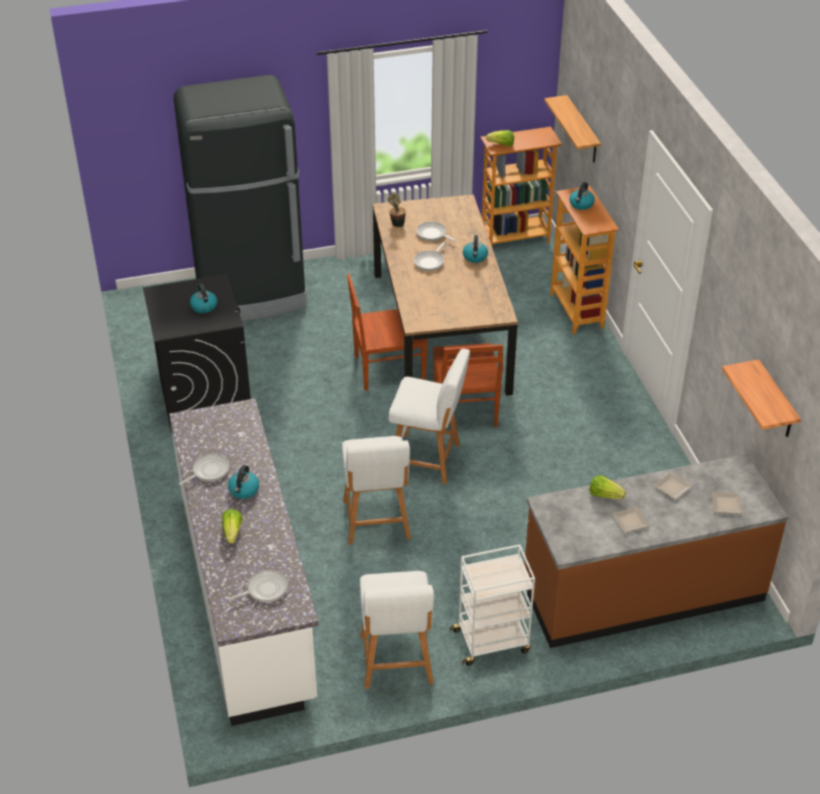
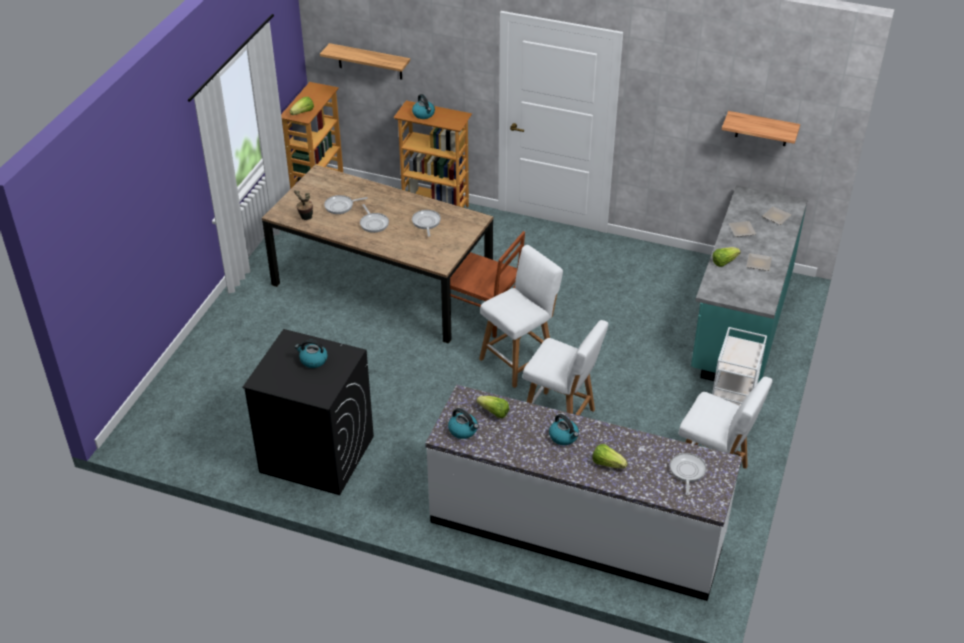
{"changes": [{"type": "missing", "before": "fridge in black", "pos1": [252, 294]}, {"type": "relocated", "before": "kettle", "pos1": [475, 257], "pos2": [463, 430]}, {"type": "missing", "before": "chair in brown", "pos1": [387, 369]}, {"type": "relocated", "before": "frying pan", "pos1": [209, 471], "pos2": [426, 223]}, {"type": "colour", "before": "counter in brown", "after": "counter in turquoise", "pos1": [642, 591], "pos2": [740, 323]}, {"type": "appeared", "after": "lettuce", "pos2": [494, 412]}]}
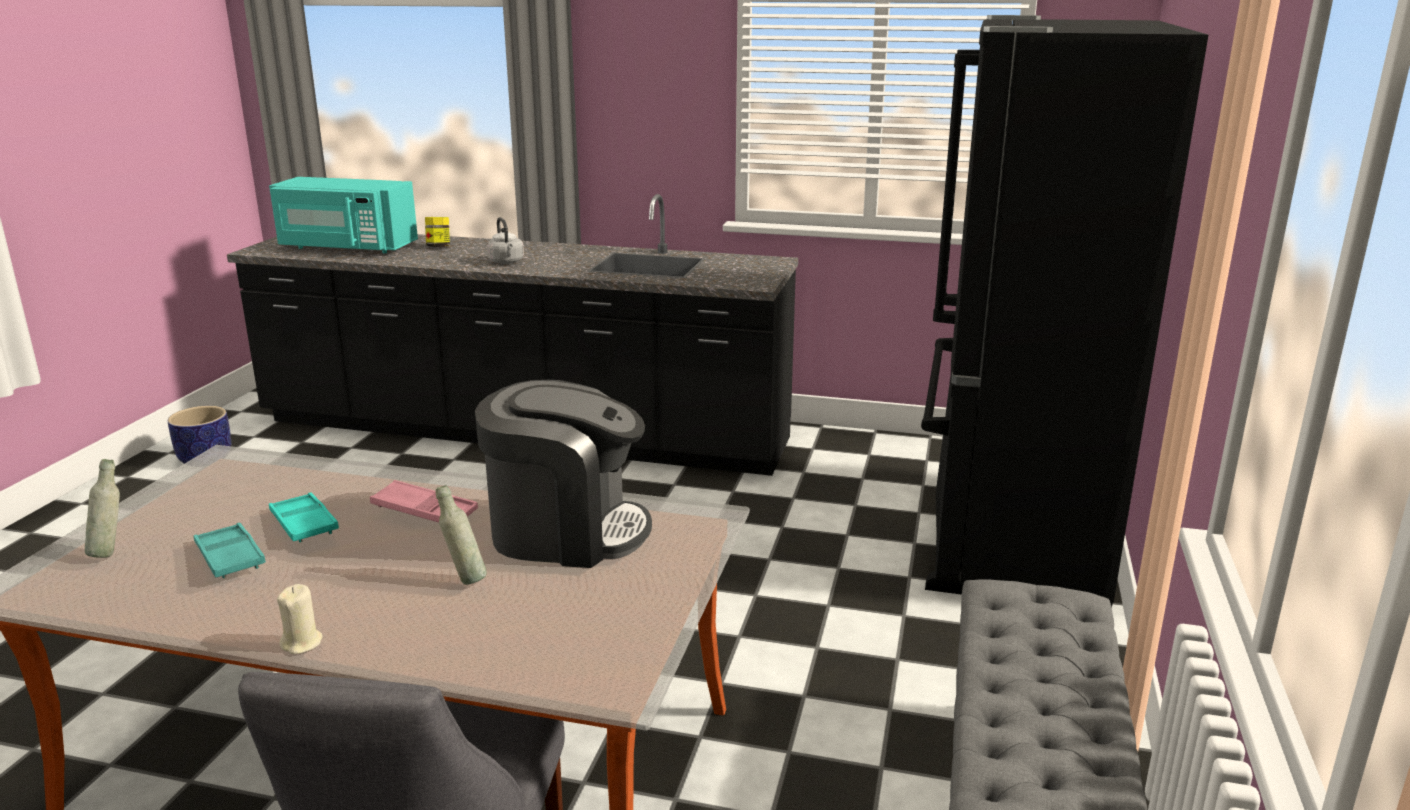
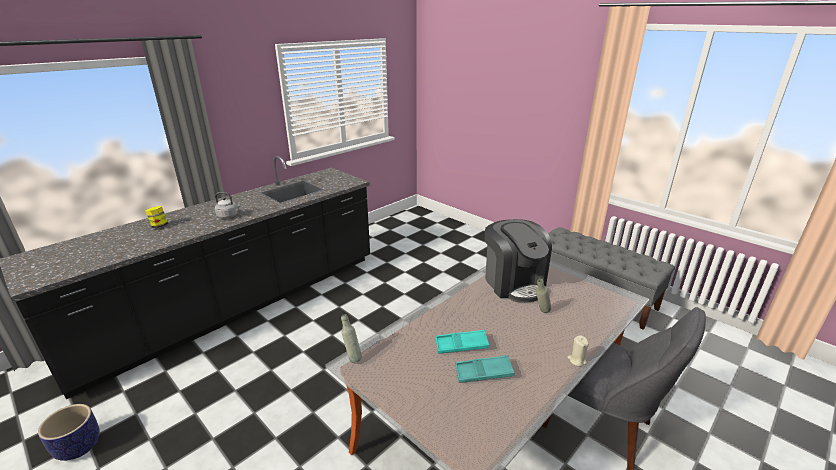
{"changes": [{"type": "missing", "before": "fridge in black", "pos1": [1008, 536]}, {"type": "missing", "before": "microwave in turquoise", "pos1": [346, 247]}, {"type": "spun", "before": "coffee machine", "pos1": [566, 532], "pos2": [514, 283], "turn": 120}, {"type": "relocated", "before": "bottle in grey", "pos1": [111, 552], "pos2": [352, 357]}, {"type": "missing", "before": "tray in pink", "pos1": [425, 511]}]}
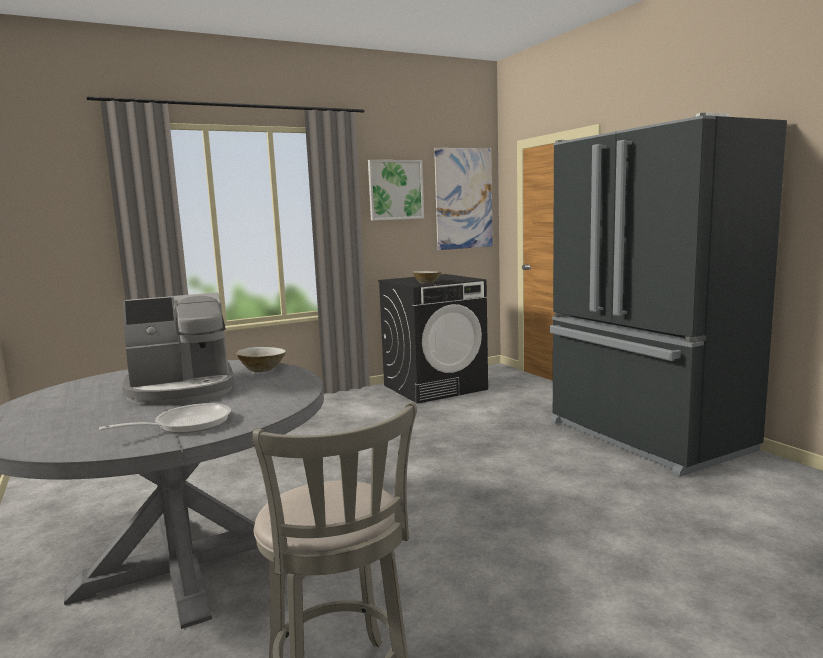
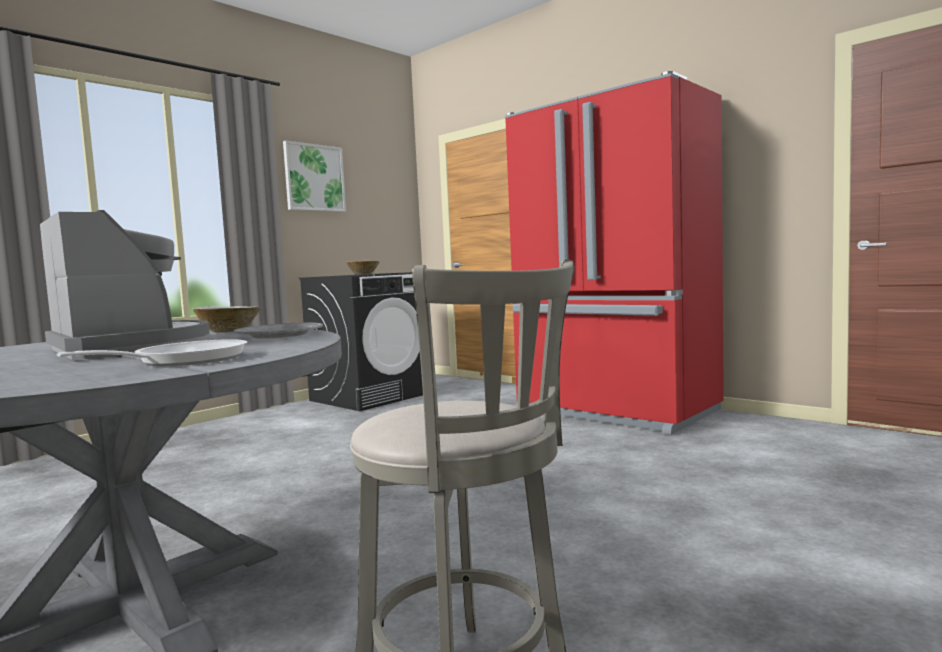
{"changes": [{"type": "colour", "before": "fridge in black", "after": "fridge in red", "pos1": [645, 437], "pos2": [615, 411]}, {"type": "missing", "before": "picture", "pos1": [464, 199]}, {"type": "spun", "before": "coffee machine", "pos1": [182, 390], "pos2": [131, 347], "turn": -90}, {"type": "appeared", "after": "plate in grey", "pos2": [280, 335]}]}
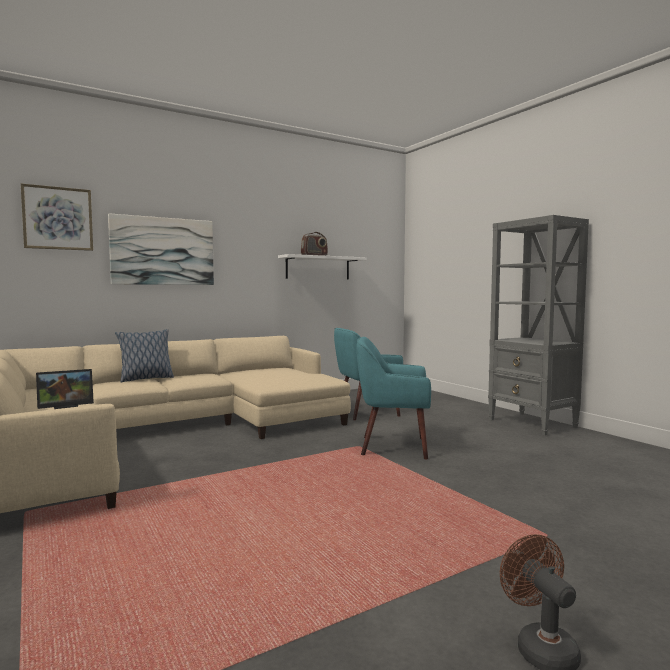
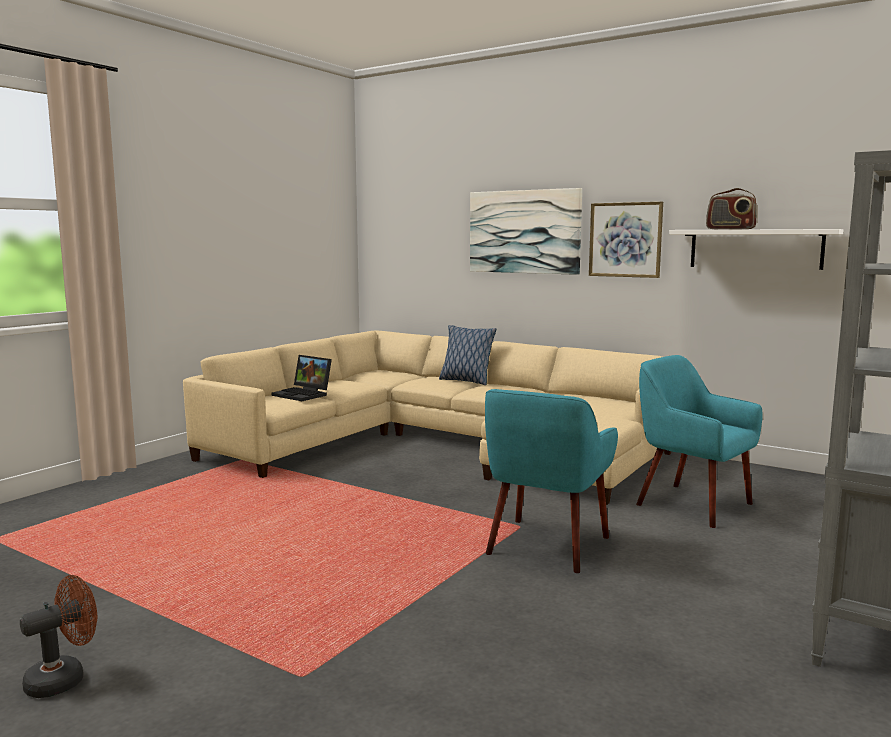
{"changes": [{"type": "relocated", "before": "picture", "pos1": [58, 218], "pos2": [625, 240]}, {"type": "spun", "before": "armchair in turquoise", "pos1": [392, 447], "pos2": [546, 545], "turn": -135}]}
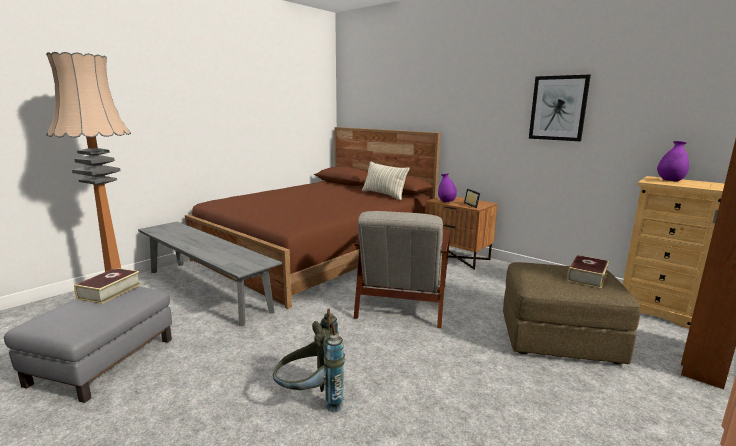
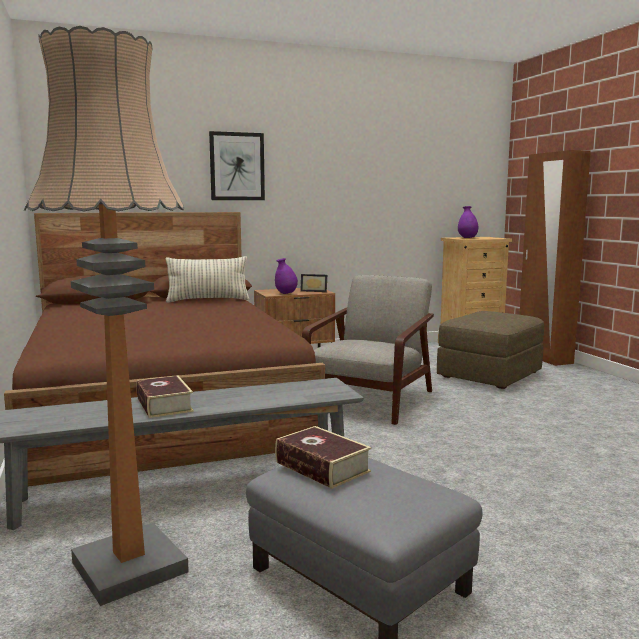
{"changes": [{"type": "relocated", "before": "picture", "pos1": [558, 108], "pos2": [237, 166]}, {"type": "spun", "before": "armchair in grey", "pos1": [402, 301], "pos2": [371, 399], "turn": -105}, {"type": "relocated", "before": "book", "pos1": [587, 277], "pos2": [164, 405]}, {"type": "missing", "before": "backpack in grey", "pos1": [311, 399]}]}
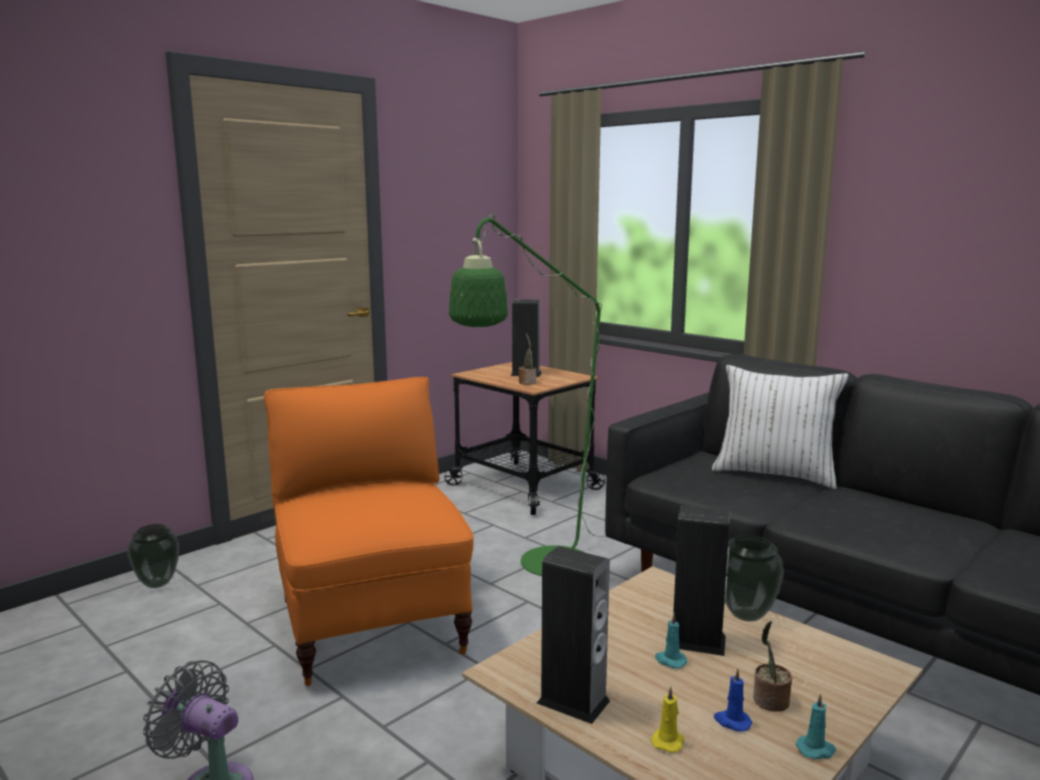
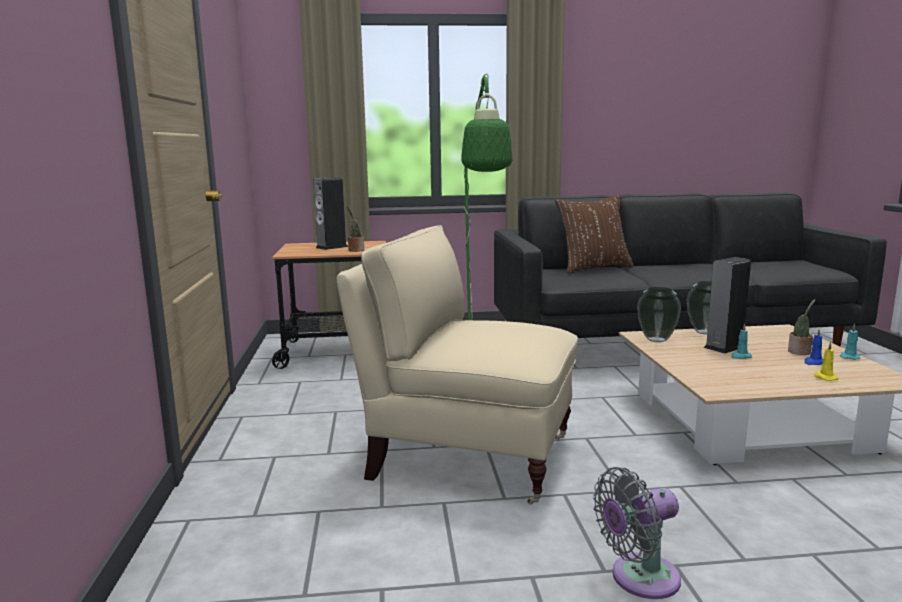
{"changes": [{"type": "colour", "before": "pillow in white", "after": "pillow in brown", "pos1": [774, 474], "pos2": [593, 268]}, {"type": "colour", "before": "armchair in orange", "after": "armchair in beige", "pos1": [371, 622], "pos2": [466, 456]}, {"type": "relocated", "before": "vase", "pos1": [156, 584], "pos2": [656, 340]}, {"type": "missing", "before": "speaker", "pos1": [573, 702]}]}
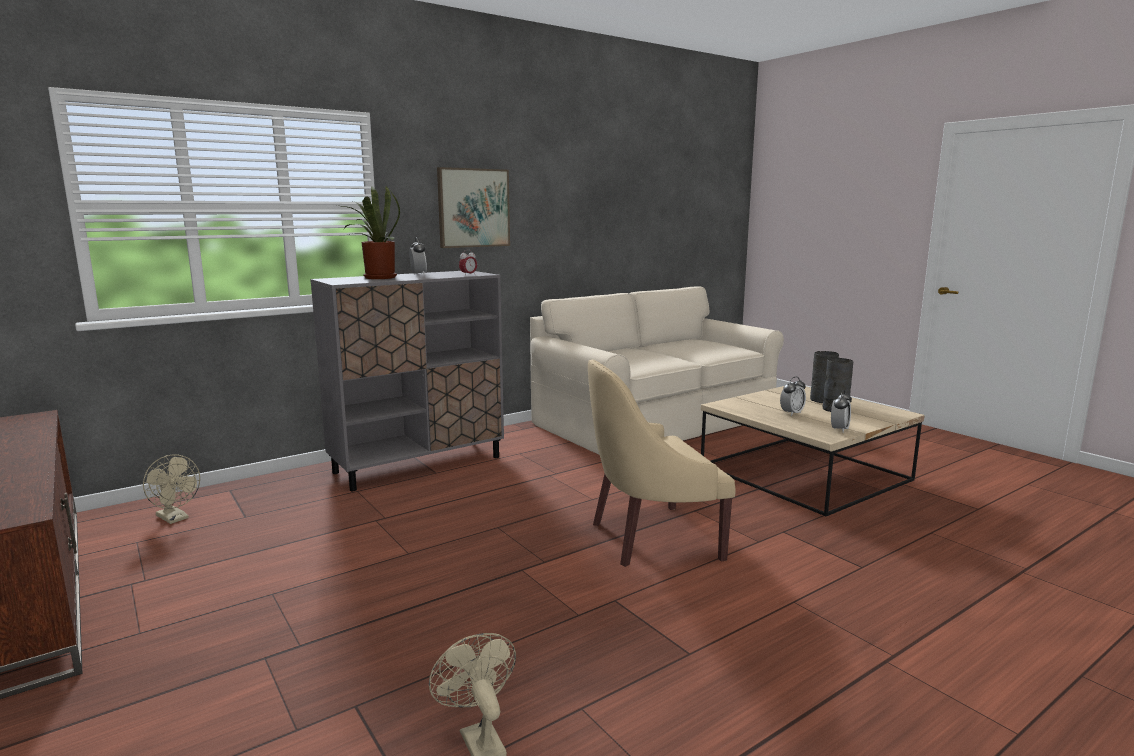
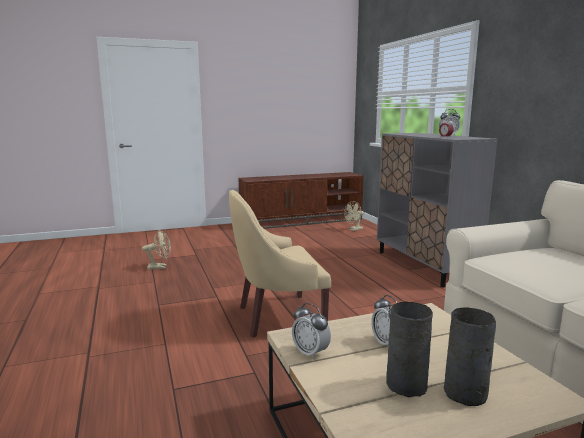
{"changes": [{"type": "missing", "before": "picture", "pos1": [473, 208]}, {"type": "missing", "before": "potted plant", "pos1": [376, 278]}, {"type": "spun", "before": "armchair in beige", "pos1": [651, 537], "pos2": [278, 317], "turn": -105}]}
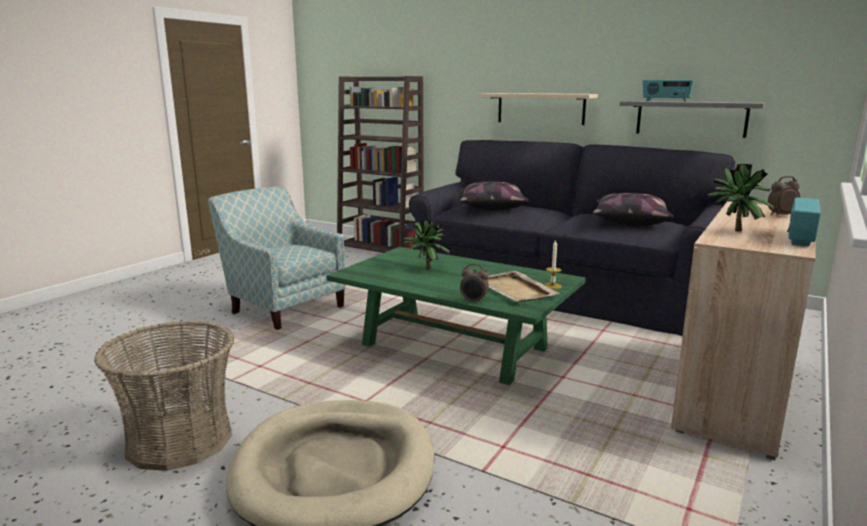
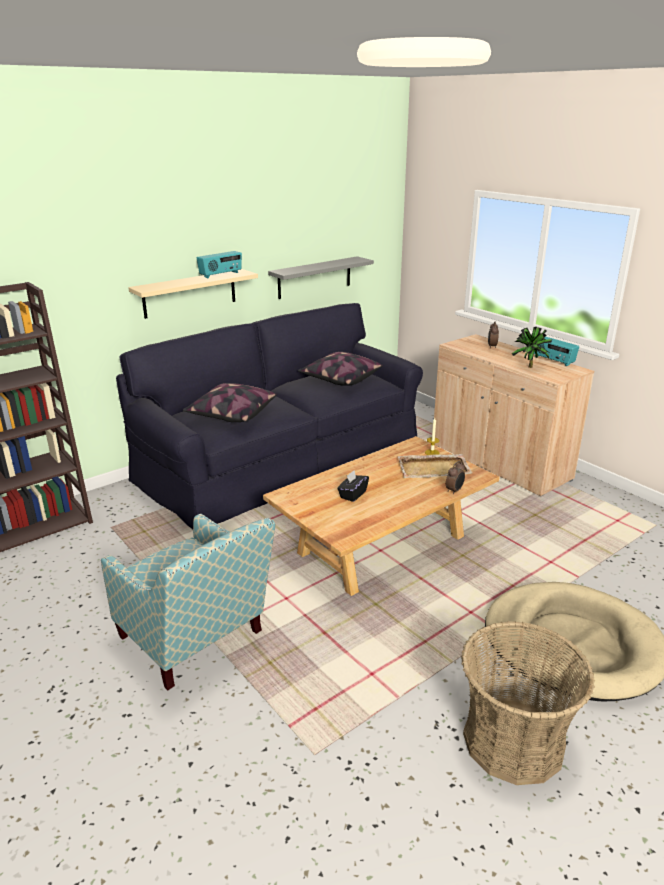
{"changes": [{"type": "relocated", "before": "radio", "pos1": [666, 101], "pos2": [221, 275]}, {"type": "spun", "before": "armchair", "pos1": [283, 307], "pos2": [197, 642], "turn": -105}, {"type": "exchanged", "before": "potted plant", "after": "tissue box in black", "pos1": [425, 268], "pos2": [352, 494]}, {"type": "colour", "before": "coffee table in green", "after": "coffee table in beige", "pos1": [454, 347], "pos2": [381, 545]}]}
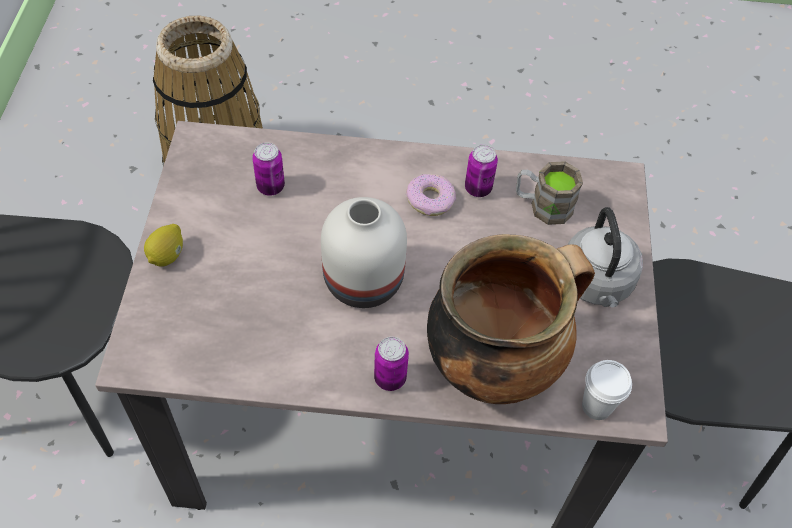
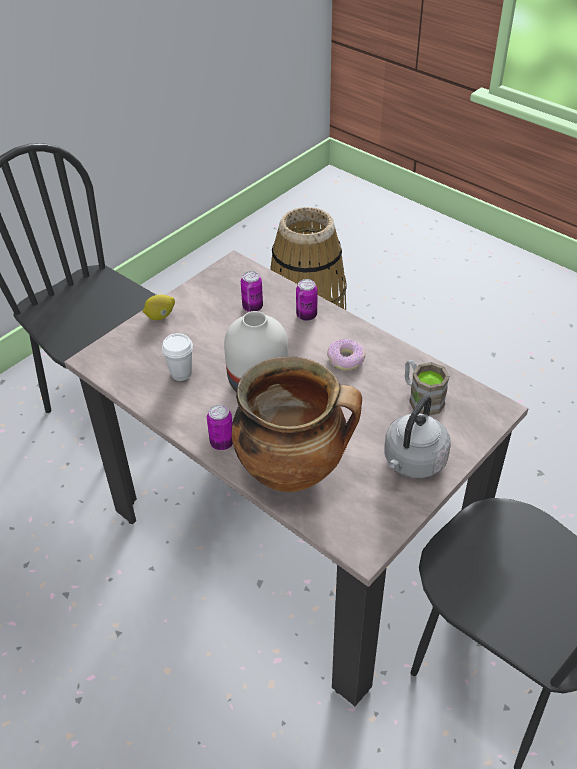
{"changes": [{"type": "relocated", "before": "can", "pos1": [478, 188], "pos2": [306, 315]}, {"type": "relocated", "before": "cup in white", "pos1": [596, 406], "pos2": [181, 373]}]}
